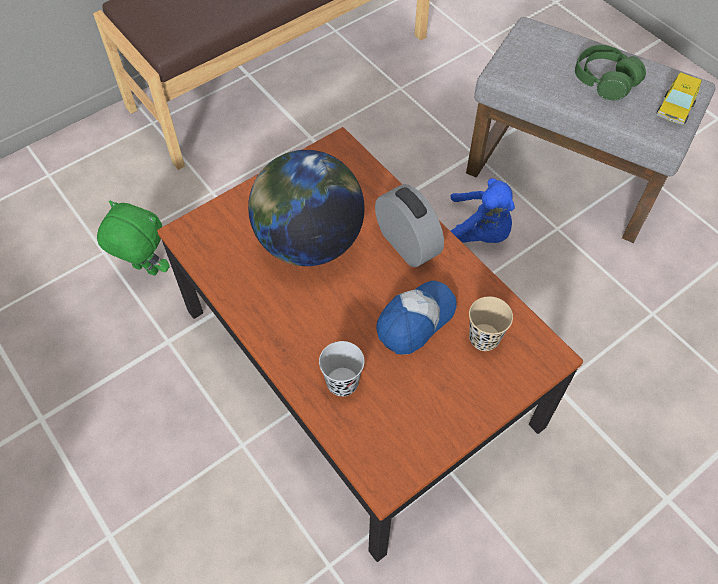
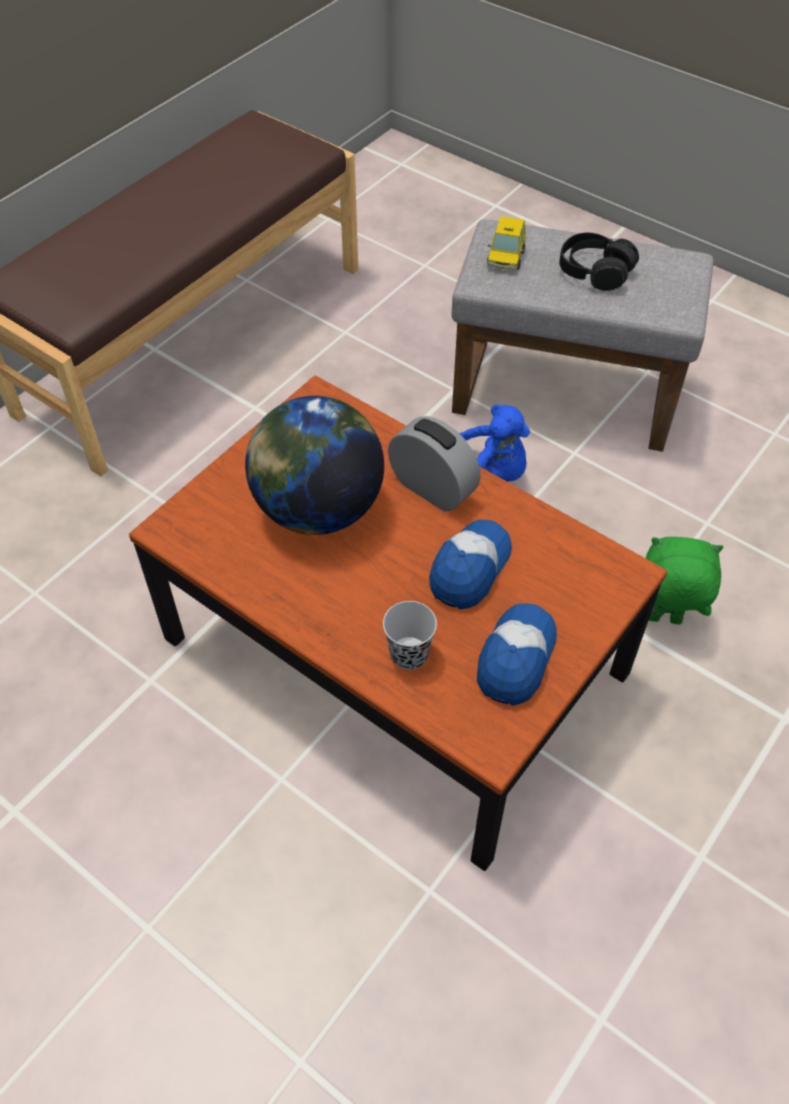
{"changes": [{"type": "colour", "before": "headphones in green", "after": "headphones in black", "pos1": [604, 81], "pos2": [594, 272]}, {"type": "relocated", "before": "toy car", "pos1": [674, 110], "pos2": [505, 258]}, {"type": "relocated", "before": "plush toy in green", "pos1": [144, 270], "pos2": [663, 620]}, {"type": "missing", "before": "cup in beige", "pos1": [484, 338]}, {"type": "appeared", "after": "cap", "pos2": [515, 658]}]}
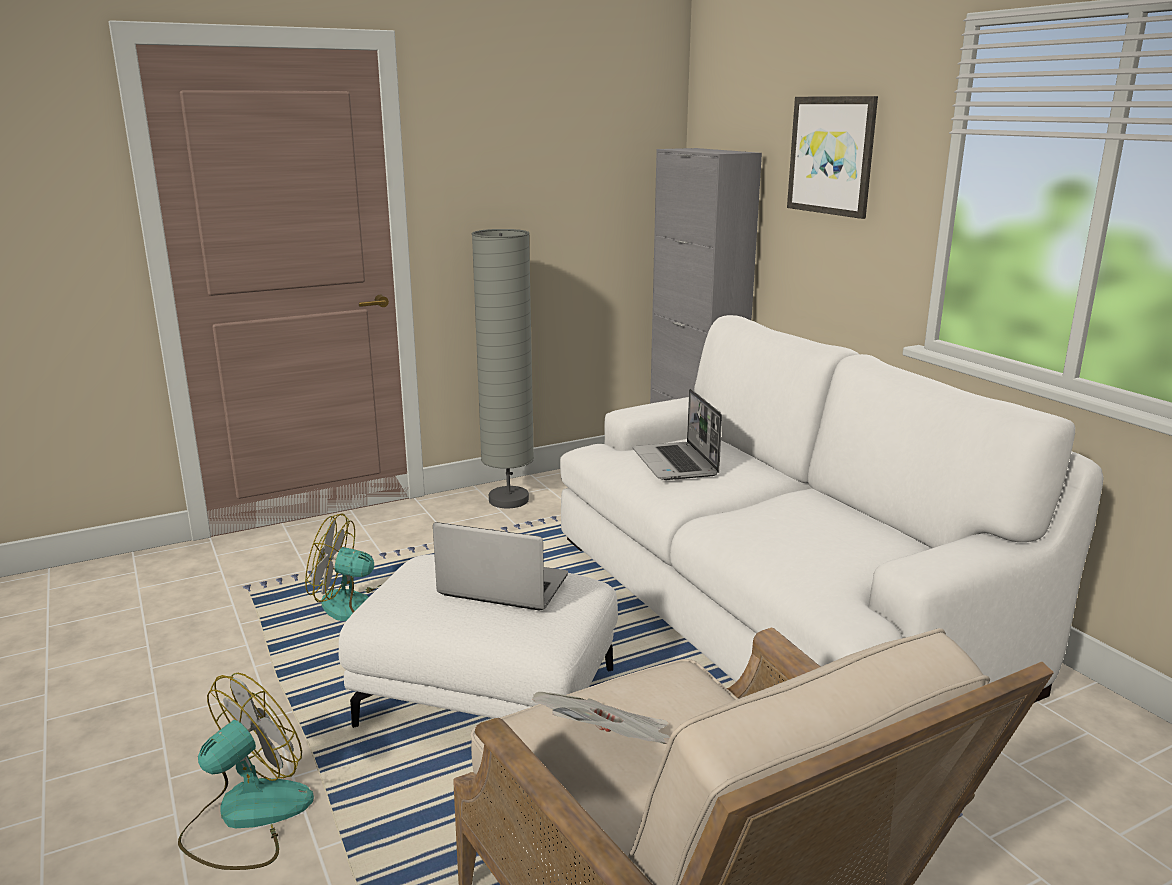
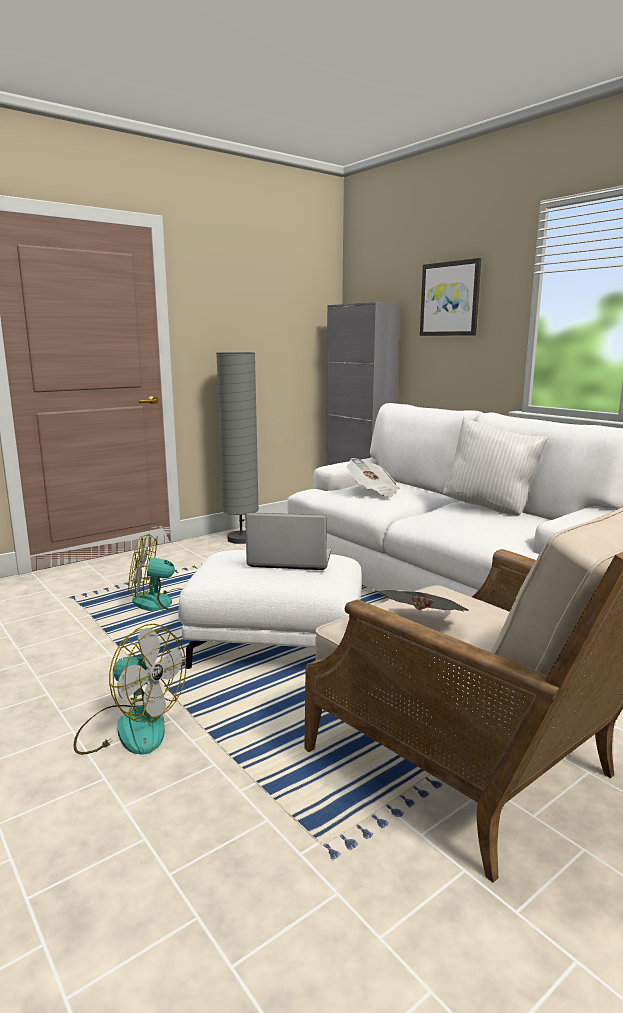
{"changes": [{"type": "exchanged", "before": "laptop", "after": "newspaper", "pos1": [676, 463], "pos2": [373, 492]}, {"type": "spun", "before": "fan", "pos1": [246, 817], "pos2": [130, 728], "turn": 90}, {"type": "appeared", "after": "pillow in white", "pos2": [490, 508]}]}
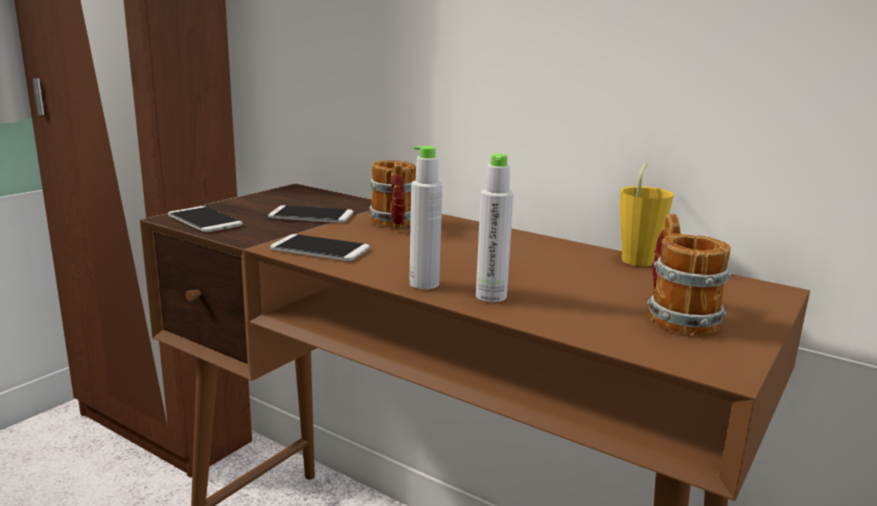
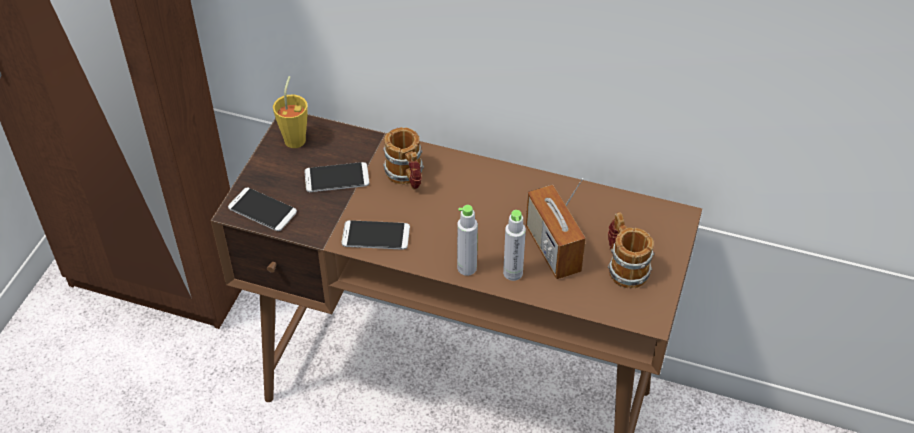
{"changes": [{"type": "relocated", "before": "cup in yellow", "pos1": [639, 258], "pos2": [296, 137]}, {"type": "appeared", "after": "radio", "pos2": [552, 249]}]}
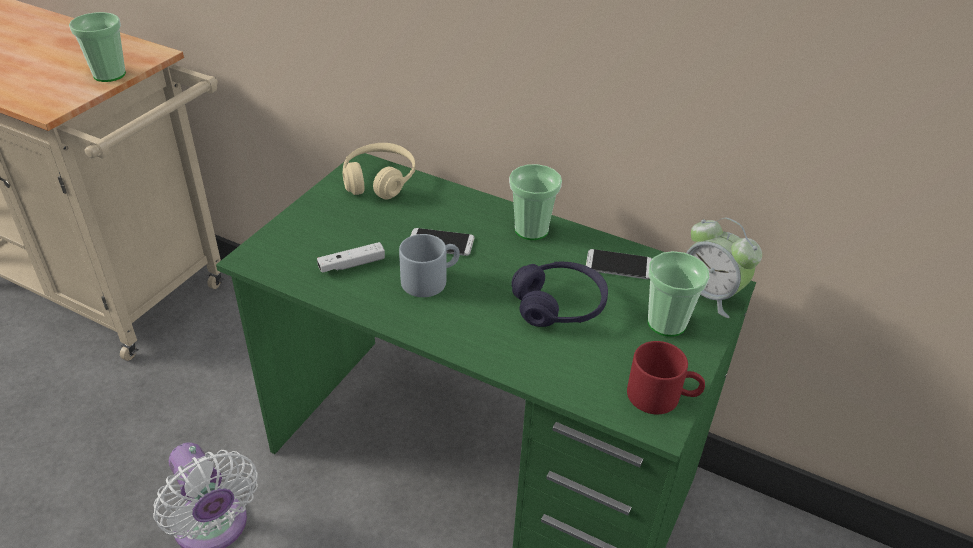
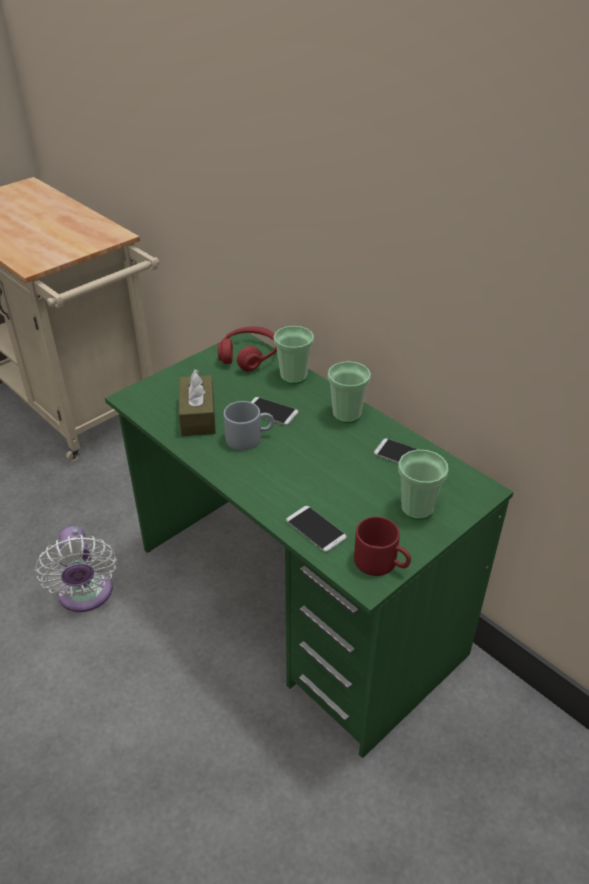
{"changes": [{"type": "relocated", "before": "cup", "pos1": [109, 74], "pos2": [293, 376]}, {"type": "colour", "before": "headphones in beige", "after": "headphones in red", "pos1": [379, 181], "pos2": [248, 356]}, {"type": "missing", "before": "alarm clock", "pos1": [710, 295]}, {"type": "exchanged", "before": "game controller in white", "after": "tissue box in brown", "pos1": [352, 264], "pos2": [198, 415]}, {"type": "missing", "before": "headphones in purple", "pos1": [559, 305]}, {"type": "appeared", "after": "phone", "pos2": [316, 529]}]}
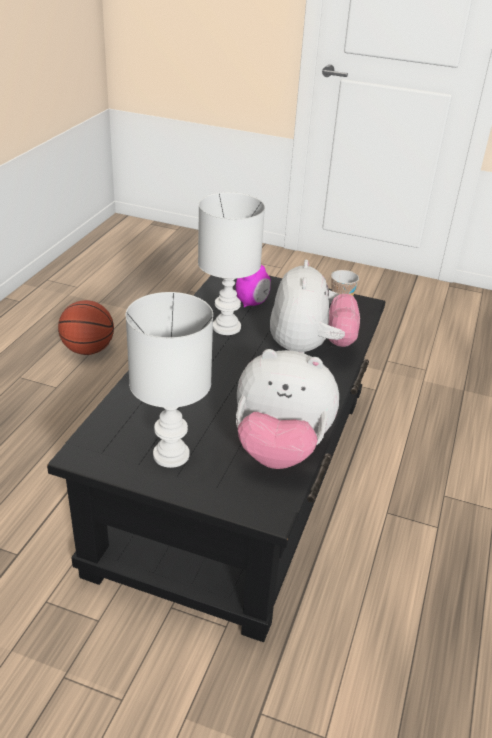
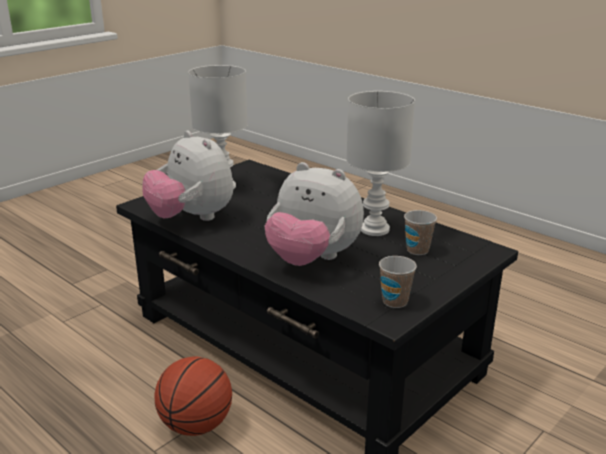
{"changes": [{"type": "exchanged", "before": "alarm clock", "after": "cup", "pos1": [252, 303], "pos2": [417, 250]}, {"type": "relocated", "before": "basketball", "pos1": [88, 350], "pos2": [196, 425]}, {"type": "spun", "before": "plush toy", "pos1": [280, 449], "pos2": [191, 218], "turn": -75}]}
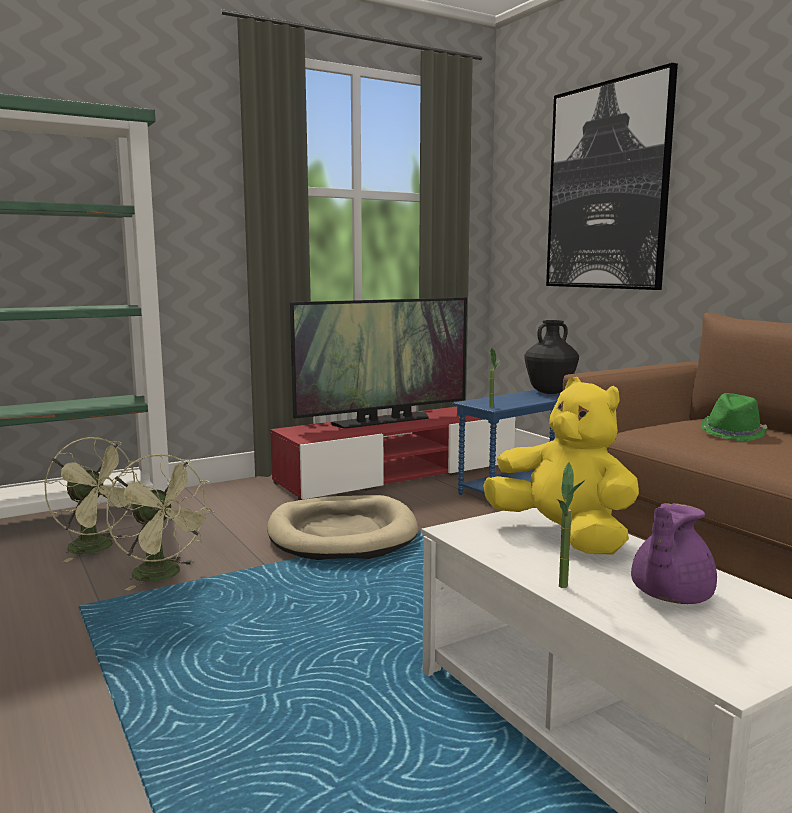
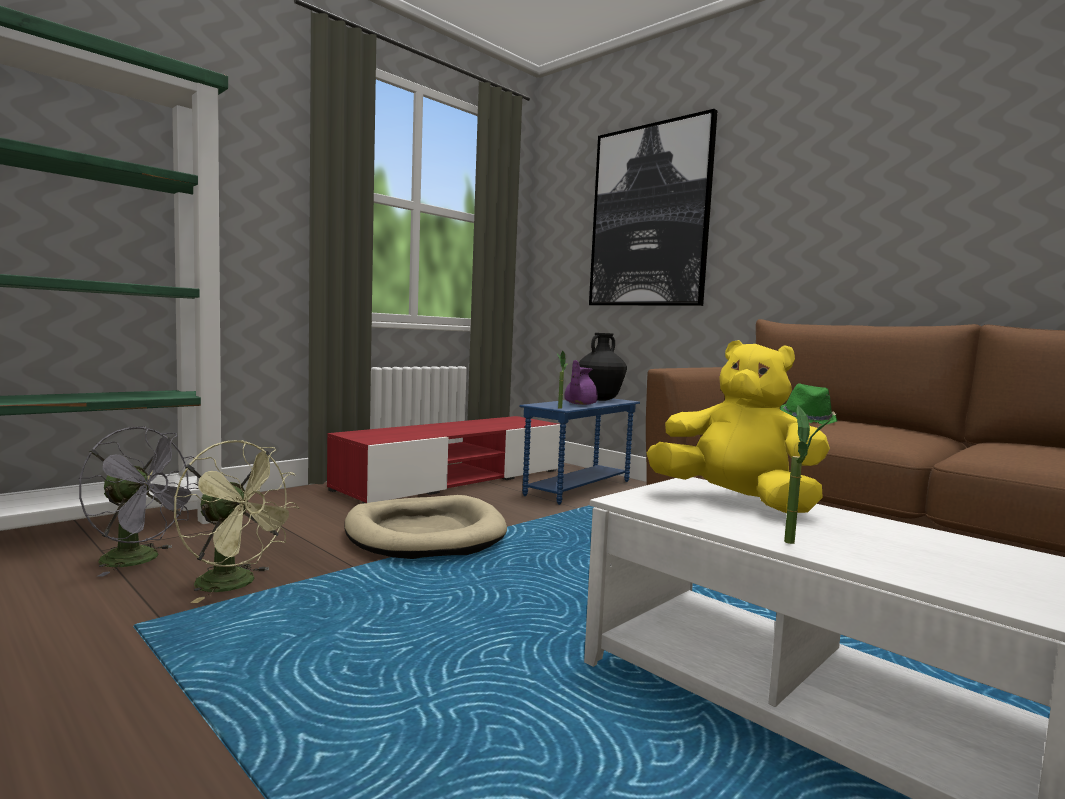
{"changes": [{"type": "missing", "before": "television", "pos1": [382, 421]}, {"type": "colour", "before": "fan in green", "after": "fan in grey", "pos1": [98, 548], "pos2": [140, 560]}, {"type": "relocated", "before": "teapot in purple", "pos1": [669, 595], "pos2": [579, 404]}]}
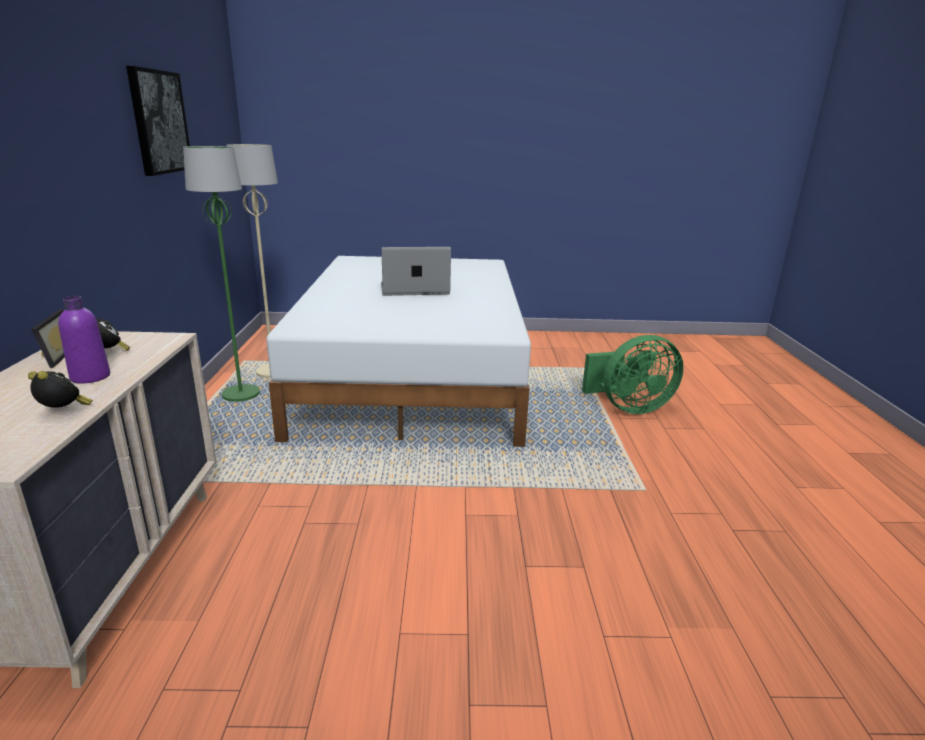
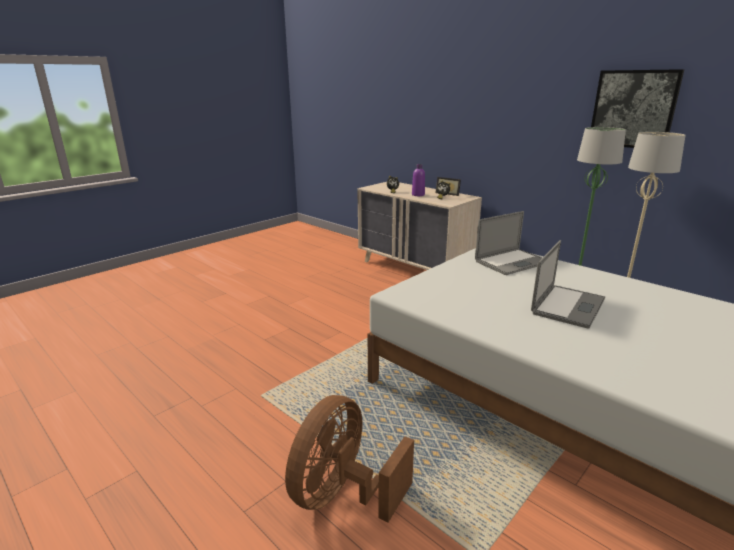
{"changes": [{"type": "colour", "before": "fan in green", "after": "fan in brown", "pos1": [629, 407], "pos2": [343, 494]}, {"type": "appeared", "after": "laptop", "pos2": [512, 262]}]}
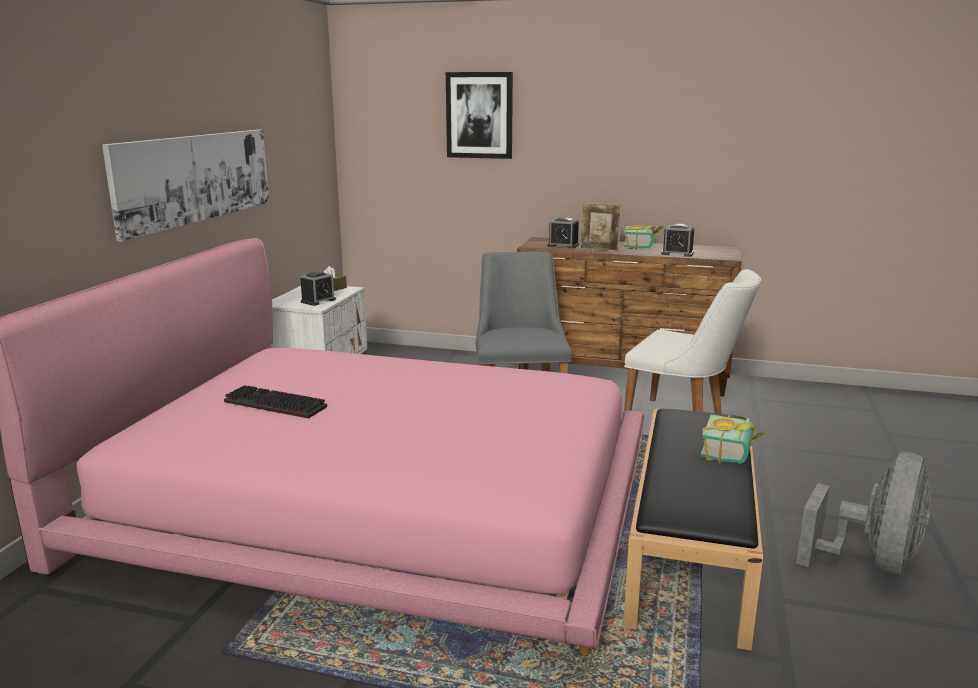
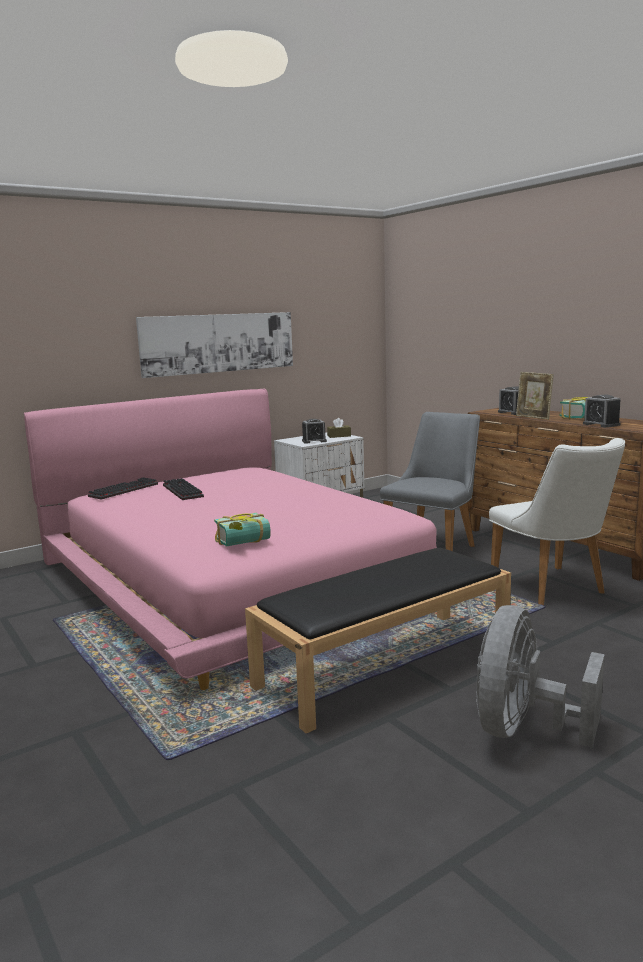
{"changes": [{"type": "missing", "before": "picture", "pos1": [479, 115]}, {"type": "relocated", "before": "book", "pos1": [733, 454], "pos2": [245, 543]}, {"type": "spun", "before": "fan in grey", "pos1": [871, 563], "pos2": [523, 729], "turn": 135}, {"type": "appeared", "after": "keyboard", "pos2": [124, 490]}]}
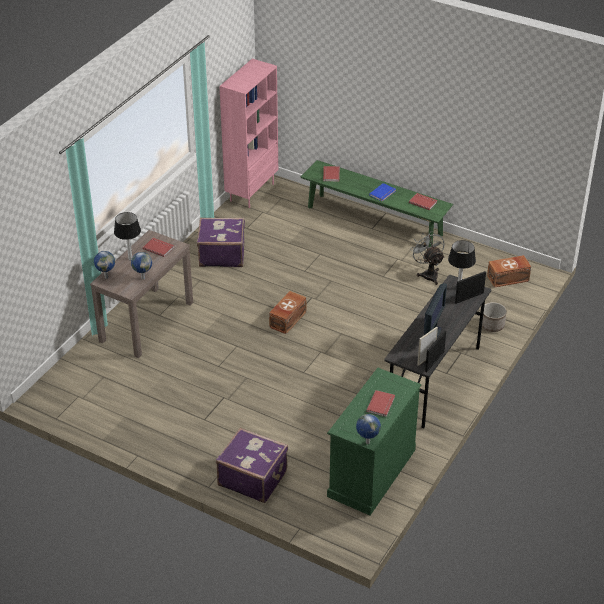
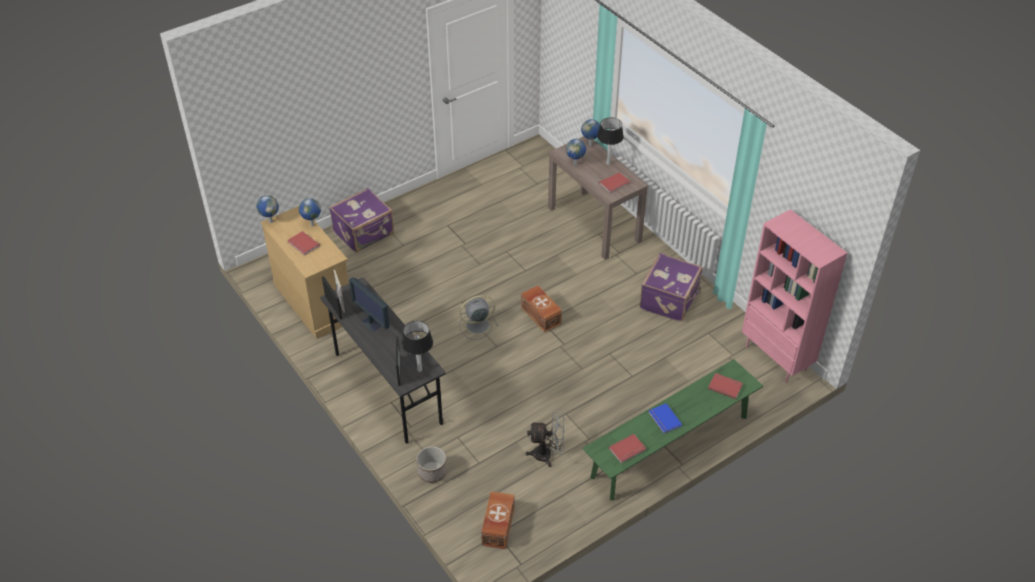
{"changes": [{"type": "colour", "before": "dresser in green", "after": "dresser in beige", "pos1": [371, 473], "pos2": [314, 302]}, {"type": "appeared", "after": "globe", "pos2": [312, 225]}, {"type": "appeared", "after": "fan in grey", "pos2": [476, 325]}]}
